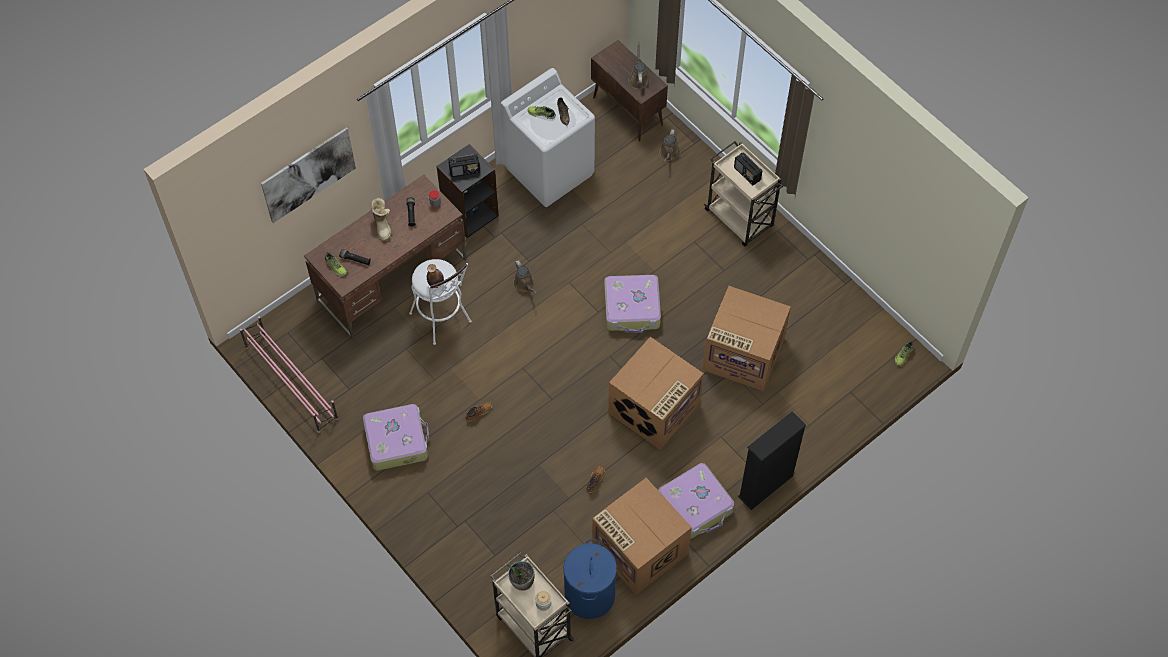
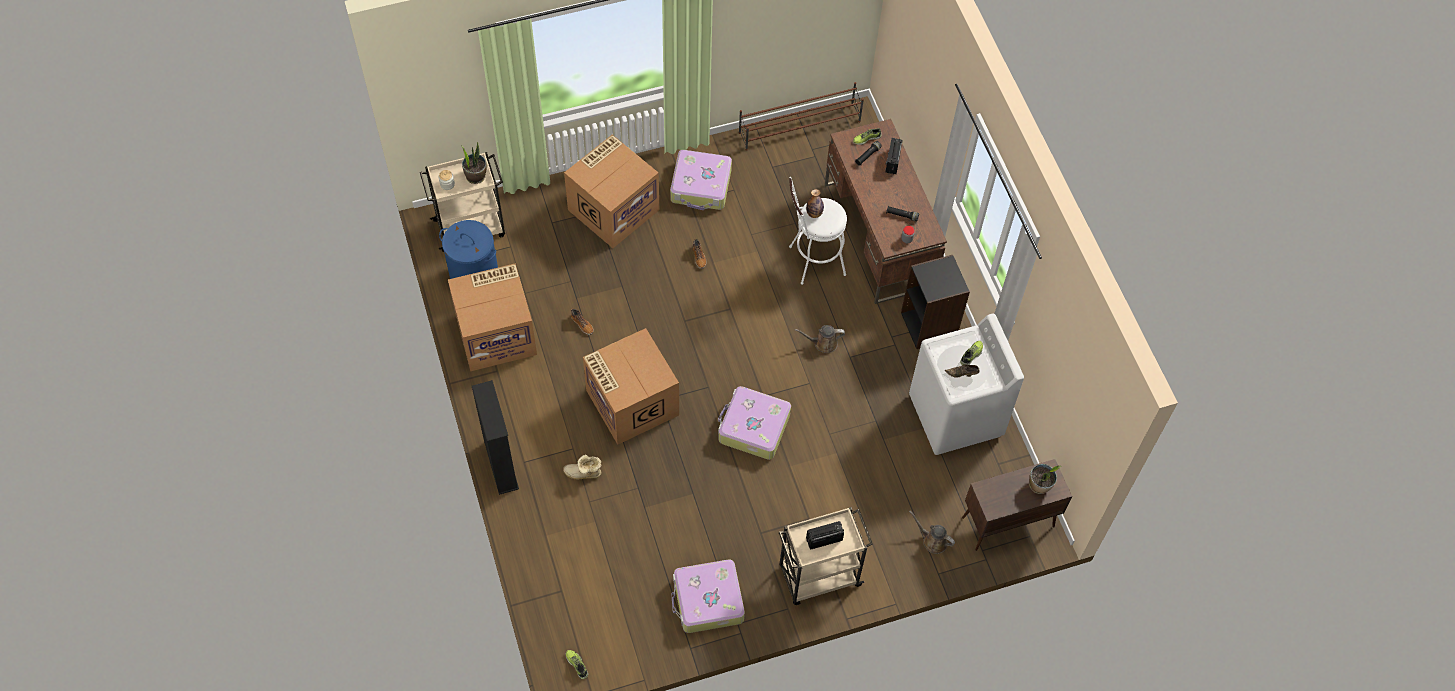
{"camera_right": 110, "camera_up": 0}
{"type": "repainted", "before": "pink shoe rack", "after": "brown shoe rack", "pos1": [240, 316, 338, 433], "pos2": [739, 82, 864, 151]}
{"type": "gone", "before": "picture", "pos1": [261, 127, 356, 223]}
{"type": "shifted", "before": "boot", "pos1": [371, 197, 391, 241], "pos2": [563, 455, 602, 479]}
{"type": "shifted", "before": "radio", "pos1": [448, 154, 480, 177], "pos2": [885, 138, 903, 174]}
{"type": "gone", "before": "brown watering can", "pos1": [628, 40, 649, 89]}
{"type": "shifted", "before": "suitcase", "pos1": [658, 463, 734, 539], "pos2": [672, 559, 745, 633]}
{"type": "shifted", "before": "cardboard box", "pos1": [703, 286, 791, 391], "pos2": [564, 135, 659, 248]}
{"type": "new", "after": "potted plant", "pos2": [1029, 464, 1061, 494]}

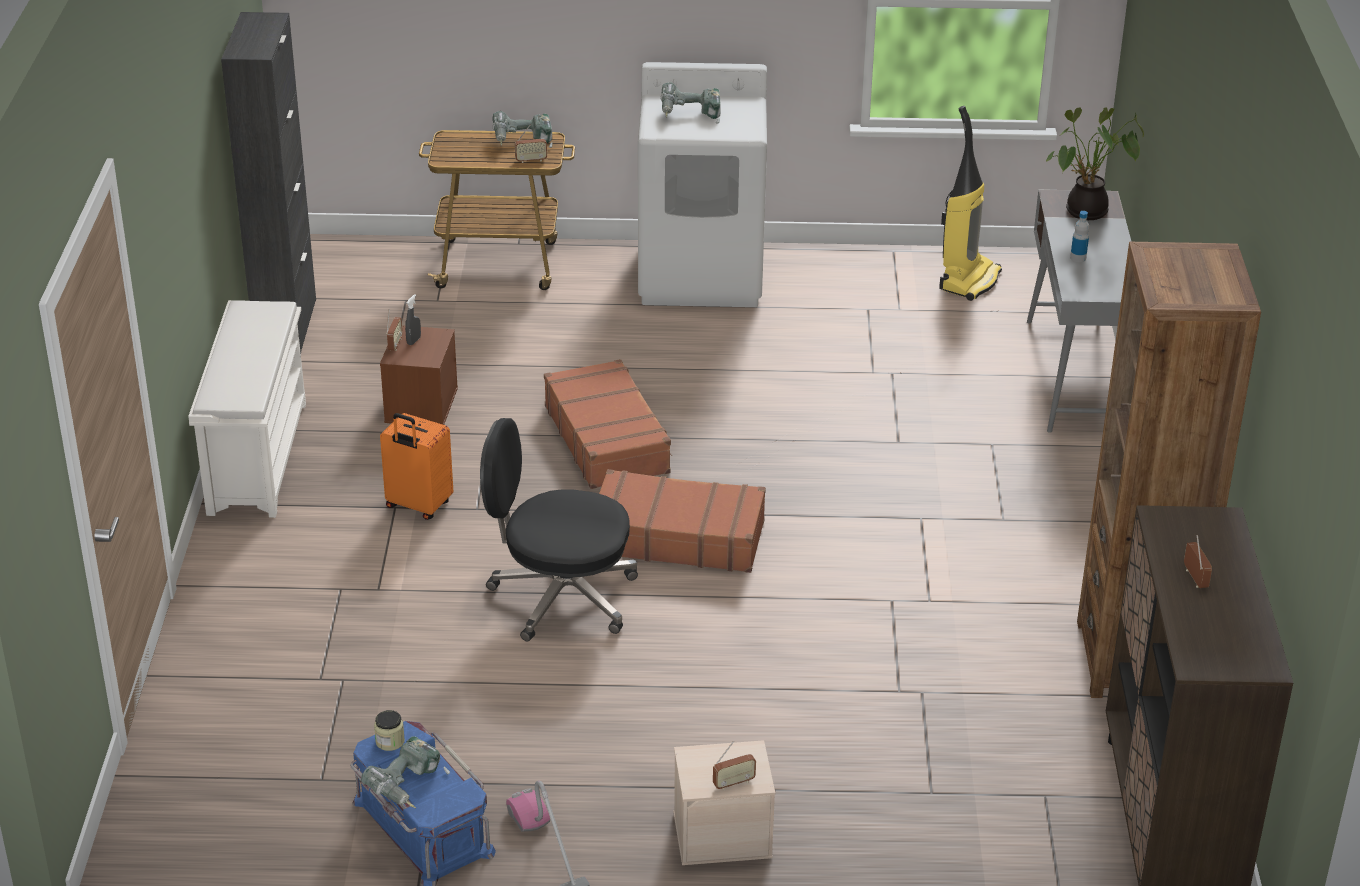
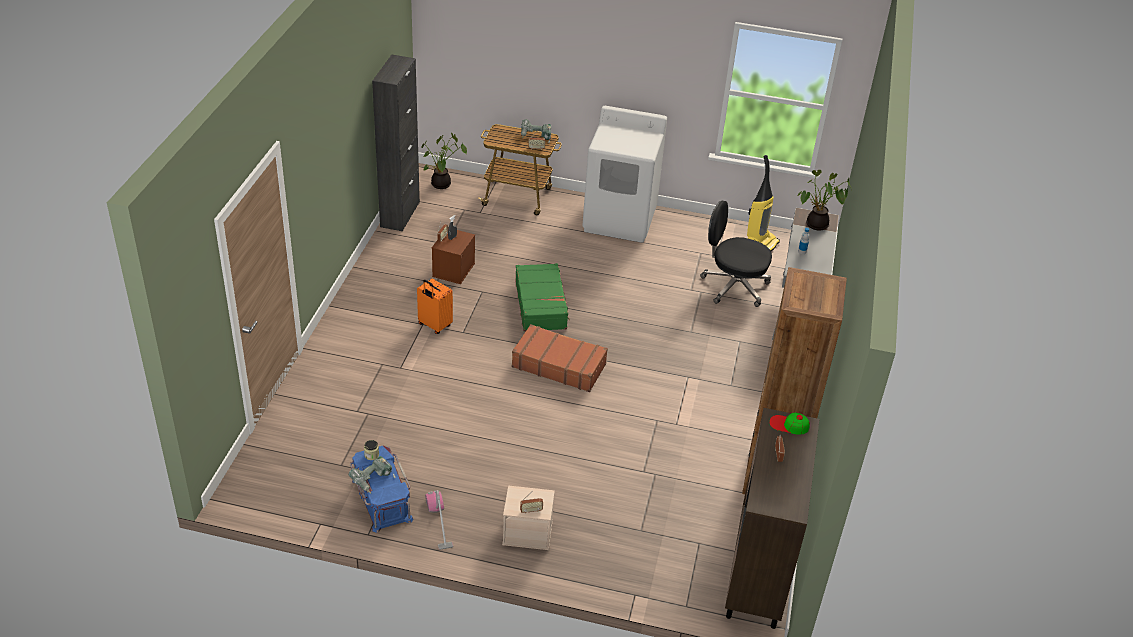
{"camera_right": 10, "camera_up": 5}
{"type": "gone", "before": "white shoe rack", "pos1": [188, 300, 306, 518]}
{"type": "shifted", "before": "black office chair", "pos1": [480, 418, 638, 642], "pos2": [700, 201, 772, 307]}
{"type": "repainted", "before": "brown suitcase", "after": "green suitcase", "pos1": [544, 359, 672, 489], "pos2": [515, 263, 570, 331]}
{"type": "gone", "before": "power drill", "pos1": [661, 82, 721, 124]}
{"type": "new", "after": "potted plant", "pos2": [421, 133, 467, 189]}
{"type": "new", "after": "cap", "pos2": [769, 412, 810, 435]}

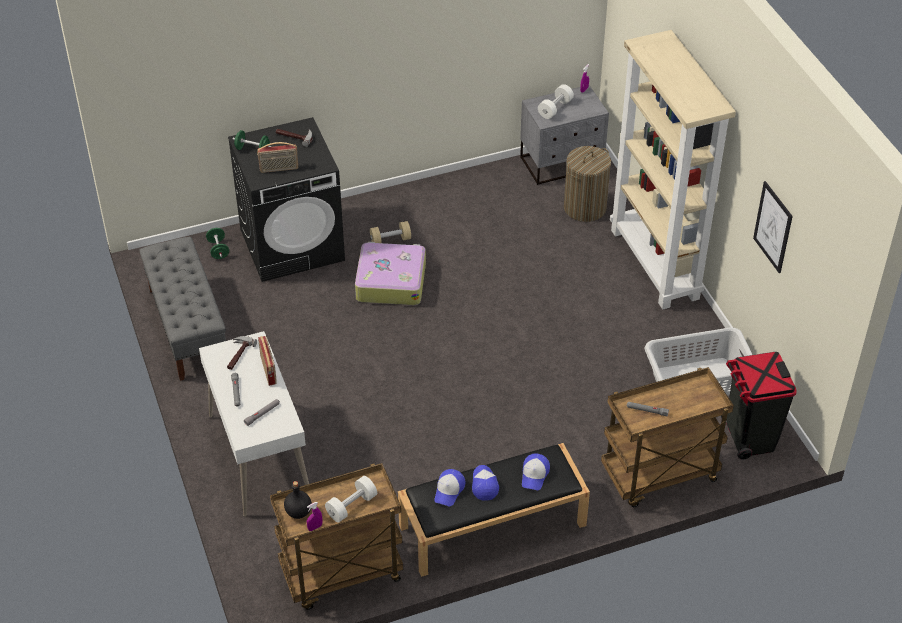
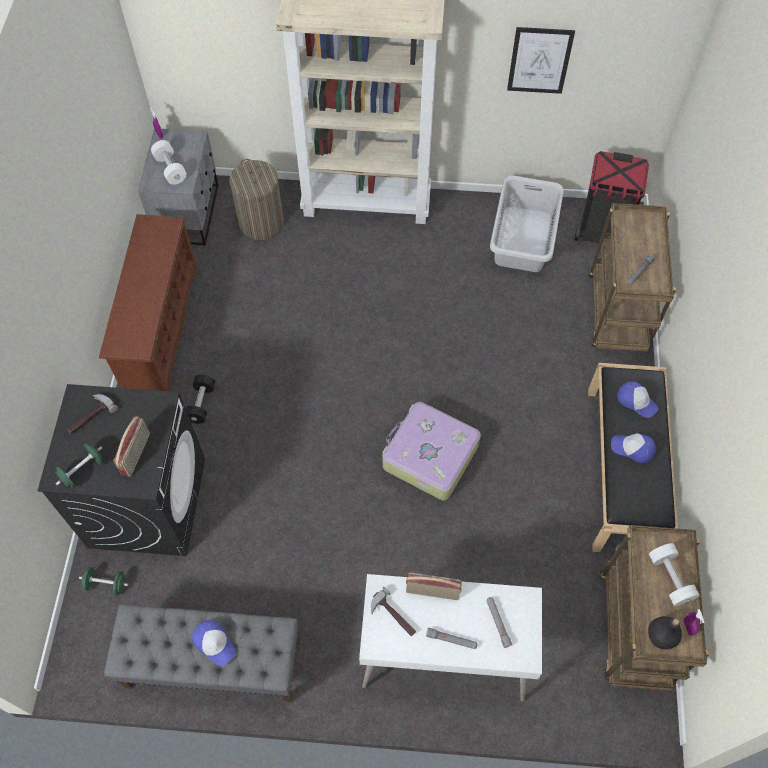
{"camera_right": -65, "camera_up": 15}
{"type": "shifted", "before": "suitcase", "pos1": [355, 242, 426, 305], "pos2": [383, 402, 481, 500]}
{"type": "repainted", "before": "beige dumbbell", "after": "black dumbbell", "pos1": [370, 221, 411, 243], "pos2": [186, 375, 215, 424]}
{"type": "shifted", "before": "cap", "pos1": [435, 469, 465, 506], "pos2": [192, 620, 236, 666]}
{"type": "new", "after": "brown shoe rack", "pos2": [99, 214, 197, 391]}

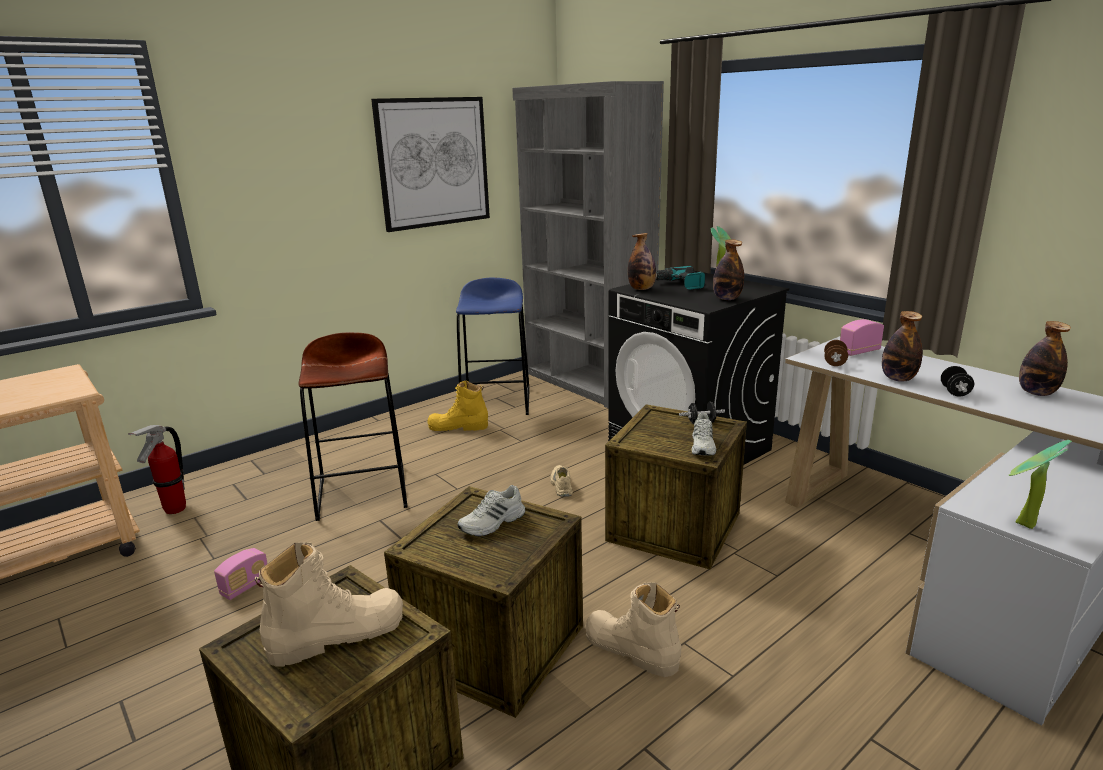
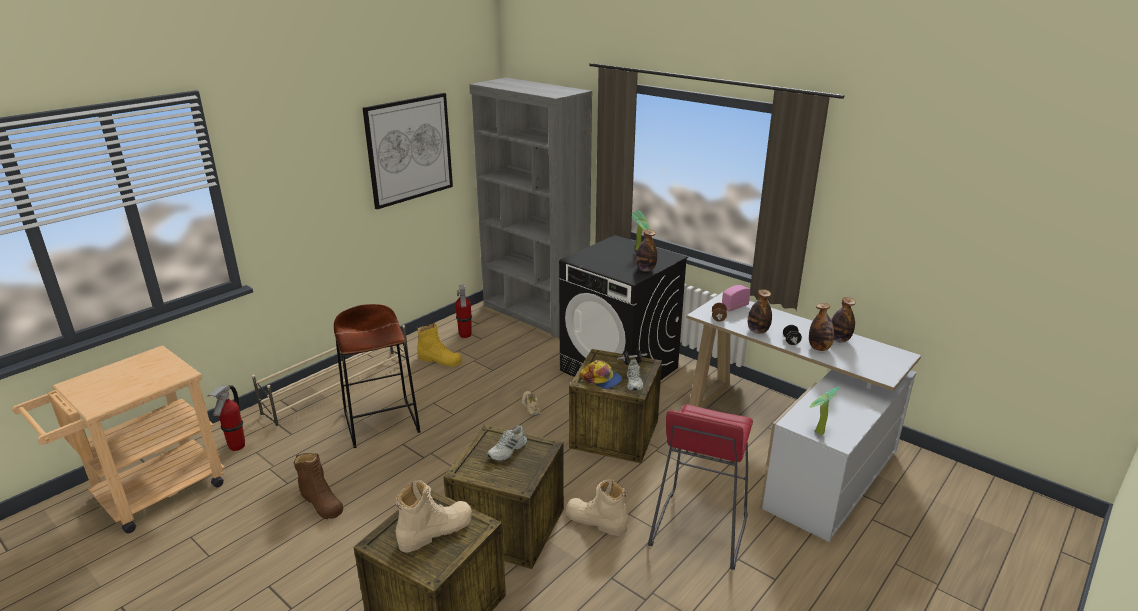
{"camera_right": -10, "camera_up": 5}
{"type": "swapped", "before": "radio", "after": "brown boot", "pos1": [214, 548, 268, 600], "pos2": [294, 453, 343, 519]}
{"type": "rotated", "before": "yellow boot", "pos1": [427, 381, 488, 431], "pos2": [417, 323, 462, 367], "turn": -150}
{"type": "swapped", "before": "blue stool", "after": "fire extinguisher", "pos1": [456, 278, 530, 415], "pos2": [455, 285, 472, 338]}
{"type": "shifted", "before": "bottle", "pos1": [628, 233, 656, 290], "pos2": [809, 303, 834, 351]}
{"type": "gone", "before": "power drill", "pos1": [656, 266, 705, 290]}
{"type": "new", "after": "beige shoe rack", "pos2": [252, 325, 410, 429]}
{"type": "new", "after": "cap", "pos2": [580, 360, 622, 389]}
{"type": "new", "after": "red stool", "pos2": [648, 404, 753, 570]}

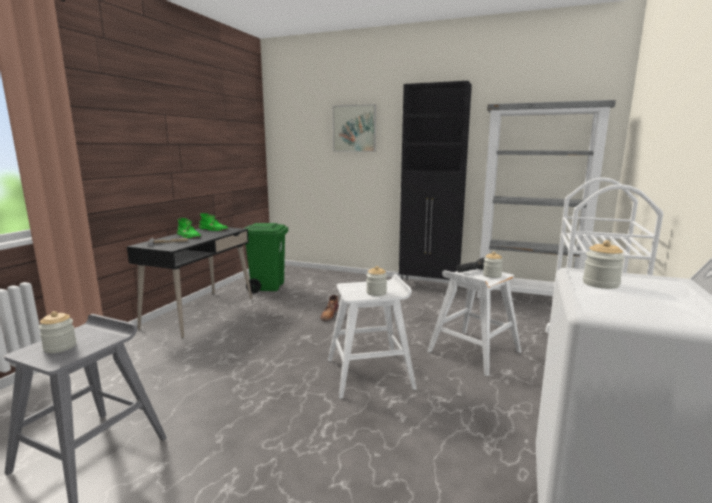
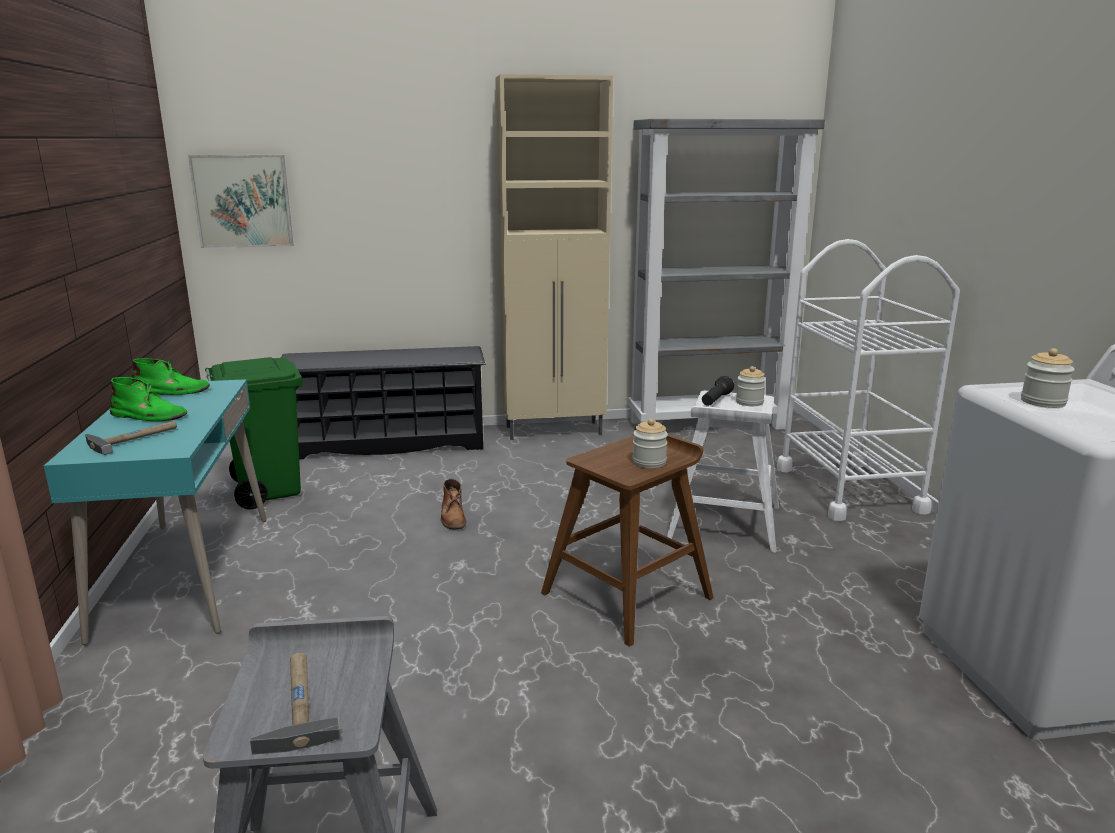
{"camera_right": -30, "camera_up": 5}
{"type": "swapped", "before": "jar", "after": "hammer", "pos1": [38, 311, 76, 353], "pos2": [250, 653, 341, 755]}
{"type": "repainted", "before": "black desk", "after": "turquoise desk", "pos1": [127, 227, 252, 338], "pos2": [44, 379, 267, 645]}
{"type": "repainted", "before": "white stool", "after": "brown stool", "pos1": [328, 274, 417, 399], "pos2": [541, 427, 713, 647]}
{"type": "shifted", "before": "picture", "pos1": [333, 104, 376, 152], "pos2": [188, 155, 294, 248]}
{"type": "repainted", "before": "black cabinet", "after": "beige cabinet", "pos1": [399, 81, 472, 281], "pos2": [495, 74, 613, 440]}
{"type": "new", "after": "black shoe rack", "pos2": [281, 346, 486, 459]}

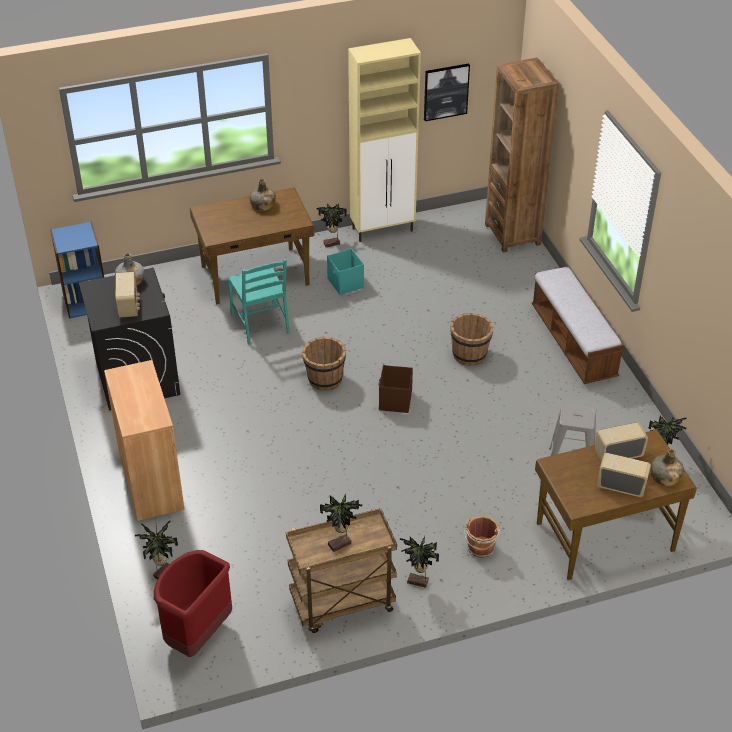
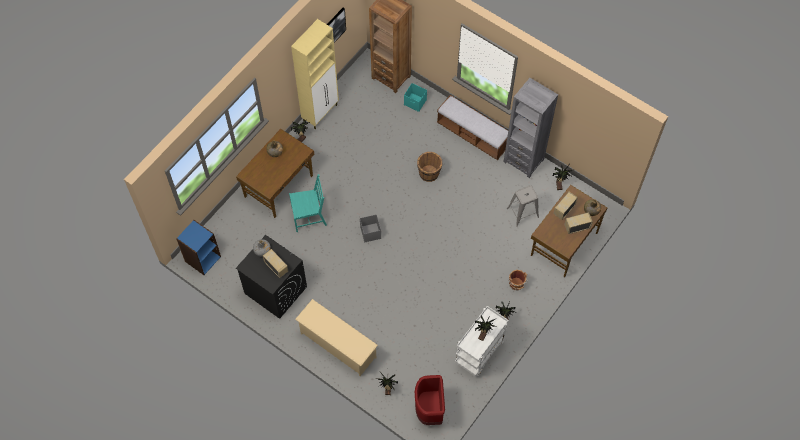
{"camera_right": -35, "camera_up": 20}
{"type": "swapped", "before": "brown cabinet", "after": "beige shoe rack", "pos1": [104, 360, 185, 521], "pos2": [295, 299, 378, 376]}
{"type": "rotated", "before": "turquoise chair", "pos1": [228, 259, 290, 345], "pos2": [289, 174, 327, 232], "turn": -45}
{"type": "repainted", "before": "brown cart", "after": "white cart", "pos1": [286, 508, 397, 633], "pos2": [455, 306, 509, 377]}
{"type": "swapped", "before": "brown bucket", "after": "grey storage box", "pos1": [302, 337, 346, 391], "pos2": [360, 214, 381, 242]}
{"type": "shifted", "before": "turquoise storage box", "pos1": [327, 248, 364, 295], "pos2": [404, 83, 427, 112]}
{"type": "gone", "before": "brown storage box", "pos1": [379, 365, 413, 413]}
{"type": "new", "after": "grey bookcase", "pos2": [504, 78, 558, 178]}

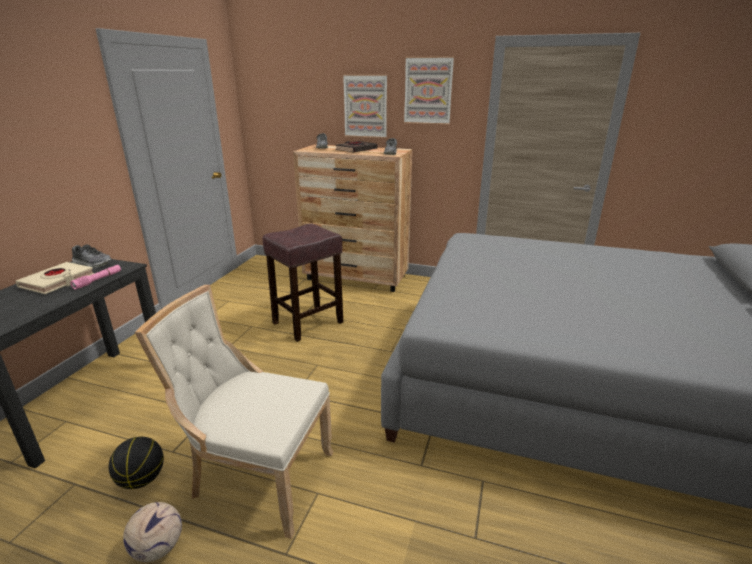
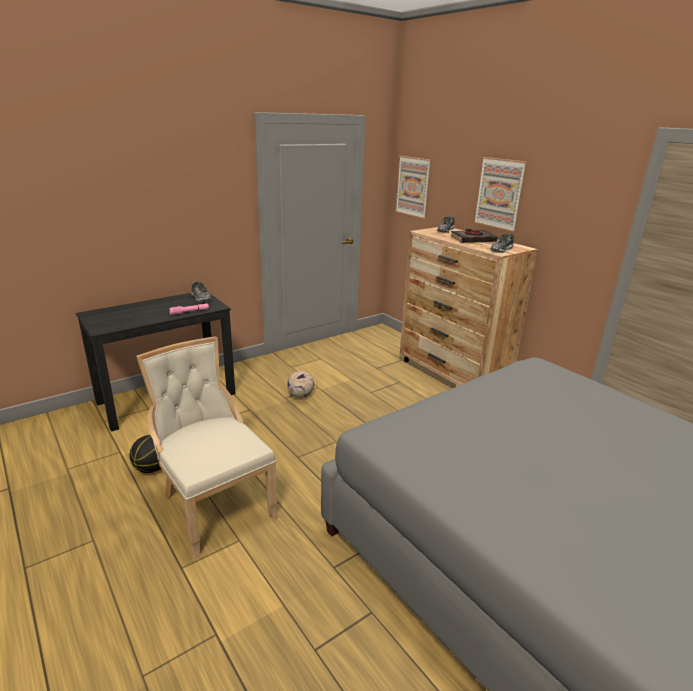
{"camera_right": 35, "camera_up": 0}
{"type": "gone", "before": "beige book", "pos1": [15, 262, 95, 294]}
{"type": "shifted", "before": "football", "pos1": [123, 502, 182, 562], "pos2": [287, 371, 314, 398]}
{"type": "gone", "before": "brown stool", "pos1": [262, 224, 343, 342]}
{"type": "shifted", "before": "picture", "pos1": [404, 56, 454, 125], "pos2": [395, 156, 431, 219]}

